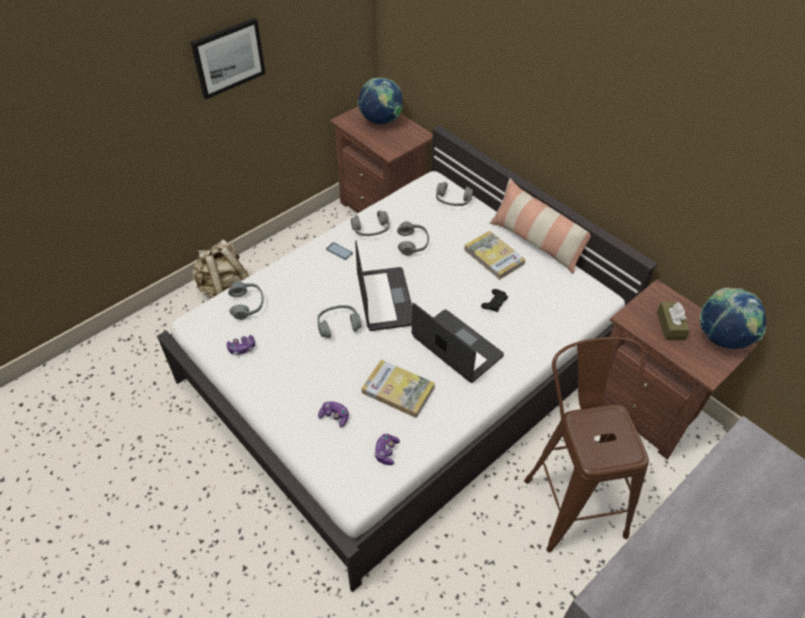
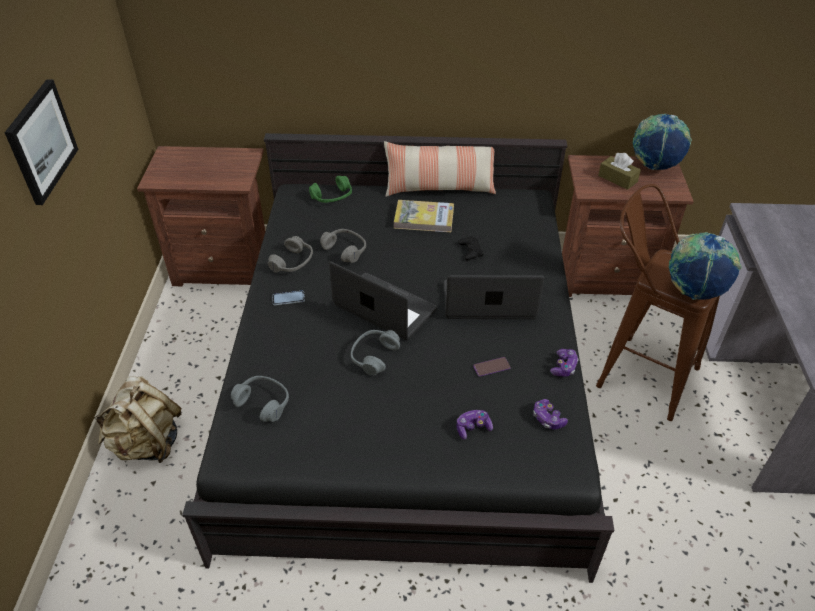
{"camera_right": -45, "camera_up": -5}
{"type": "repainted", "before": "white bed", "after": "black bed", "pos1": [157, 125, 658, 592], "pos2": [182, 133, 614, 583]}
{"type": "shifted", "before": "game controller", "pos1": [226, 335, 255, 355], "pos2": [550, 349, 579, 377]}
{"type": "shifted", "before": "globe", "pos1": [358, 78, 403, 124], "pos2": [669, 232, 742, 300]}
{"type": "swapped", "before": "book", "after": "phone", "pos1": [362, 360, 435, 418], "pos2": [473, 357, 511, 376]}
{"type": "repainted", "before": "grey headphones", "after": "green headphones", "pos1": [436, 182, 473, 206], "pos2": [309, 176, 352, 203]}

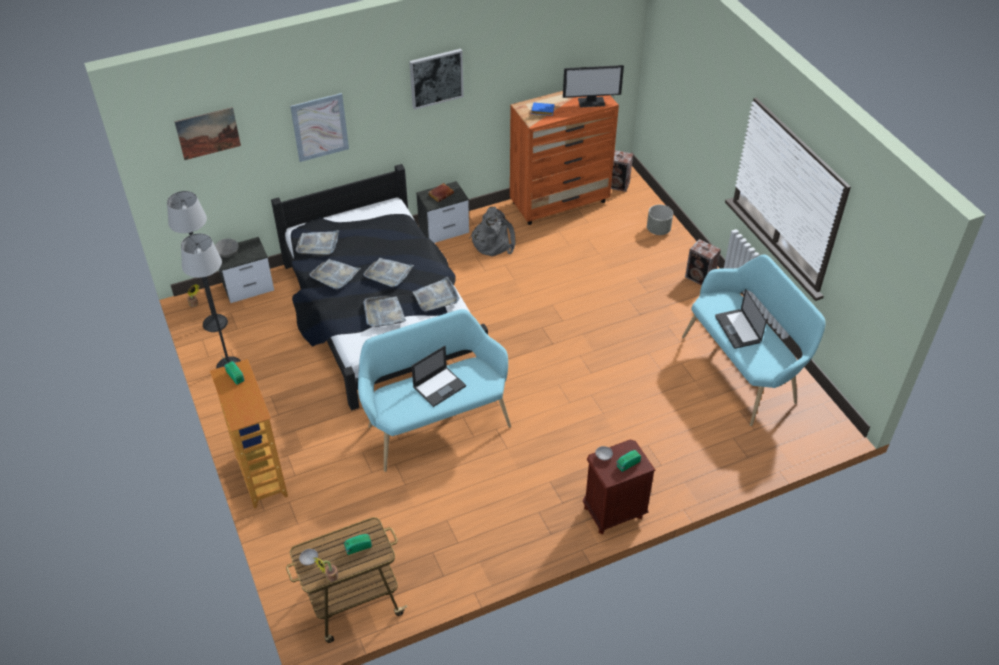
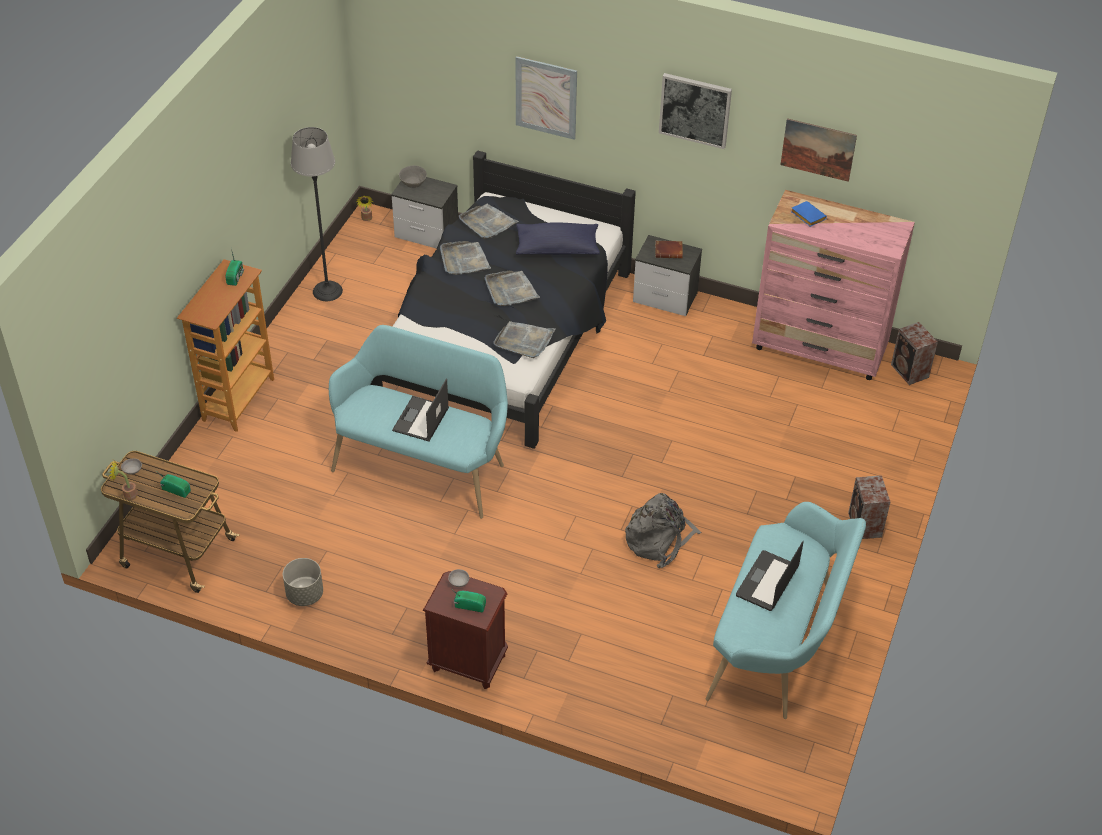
{"camera_right": 45, "camera_up": 0}
{"type": "gone", "before": "floor lamp", "pos1": [167, 191, 228, 332]}
{"type": "shifted", "before": "picture", "pos1": [174, 107, 241, 160], "pos2": [780, 118, 857, 182]}
{"type": "gone", "before": "grey tray", "pos1": [363, 296, 406, 327]}
{"type": "rotated", "before": "laptop", "pos1": [412, 346, 466, 407], "pos2": [392, 379, 449, 441], "turn": 105}
{"type": "shifted", "before": "grey backpack", "pos1": [469, 206, 516, 256], "pos2": [625, 493, 702, 568]}
{"type": "repainted", "before": "orange dresser", "after": "pink dresser", "pos1": [510, 91, 619, 225], "pos2": [752, 190, 915, 380]}
{"type": "gone", "before": "monitor", "pos1": [563, 65, 624, 107]}
{"type": "shifted", "before": "grey planter", "pos1": [647, 205, 673, 235], "pos2": [283, 558, 323, 606]}
{"type": "new", "after": "blue pillow", "pos2": [516, 222, 600, 255]}

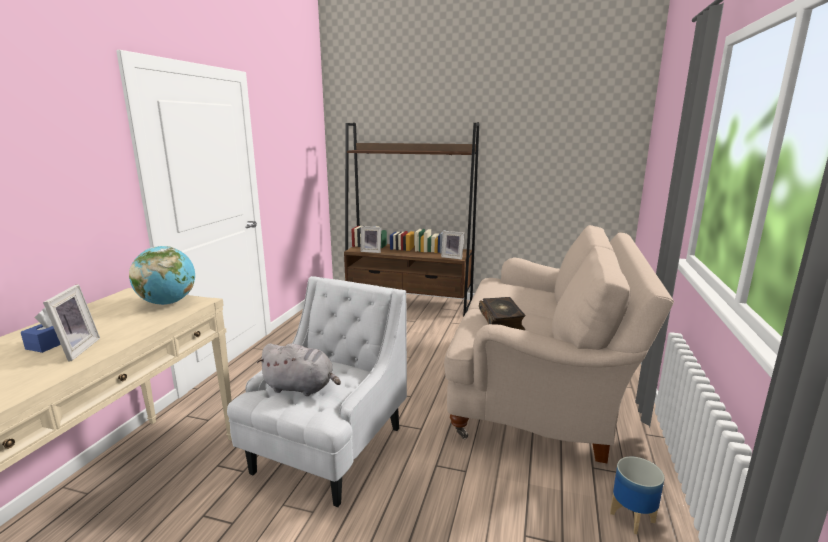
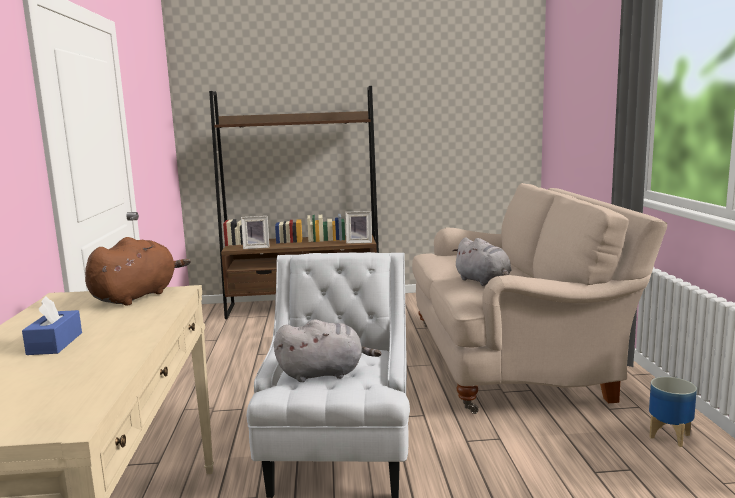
{"camera_right": -20, "camera_up": -5}
{"type": "gone", "before": "picture frame", "pos1": [43, 284, 100, 362]}
{"type": "swapped", "before": "globe", "after": "brown plush toy", "pos1": [129, 246, 195, 305], "pos2": [85, 237, 191, 306]}
{"type": "swapped", "before": "book", "after": "grey plush toy", "pos1": [479, 297, 525, 330], "pos2": [452, 237, 512, 286]}

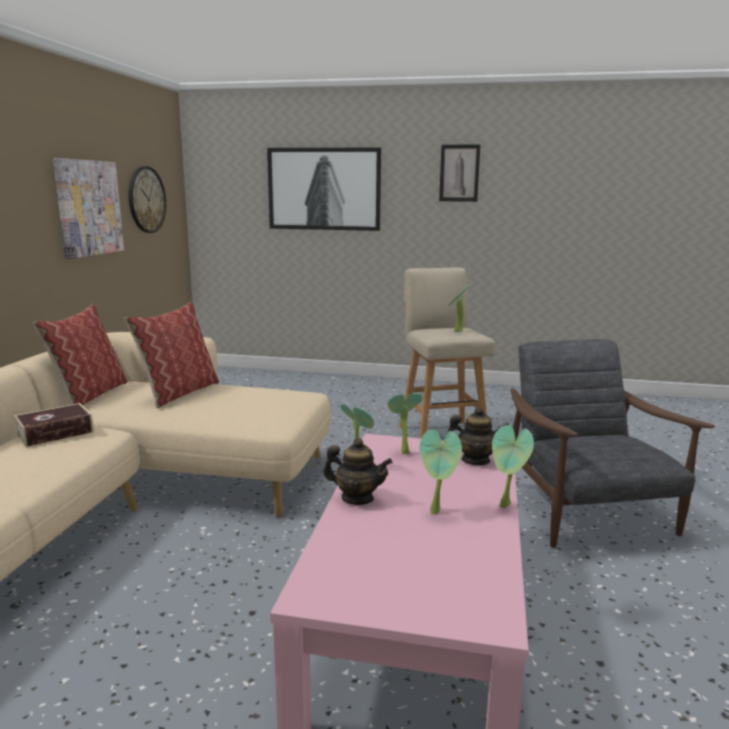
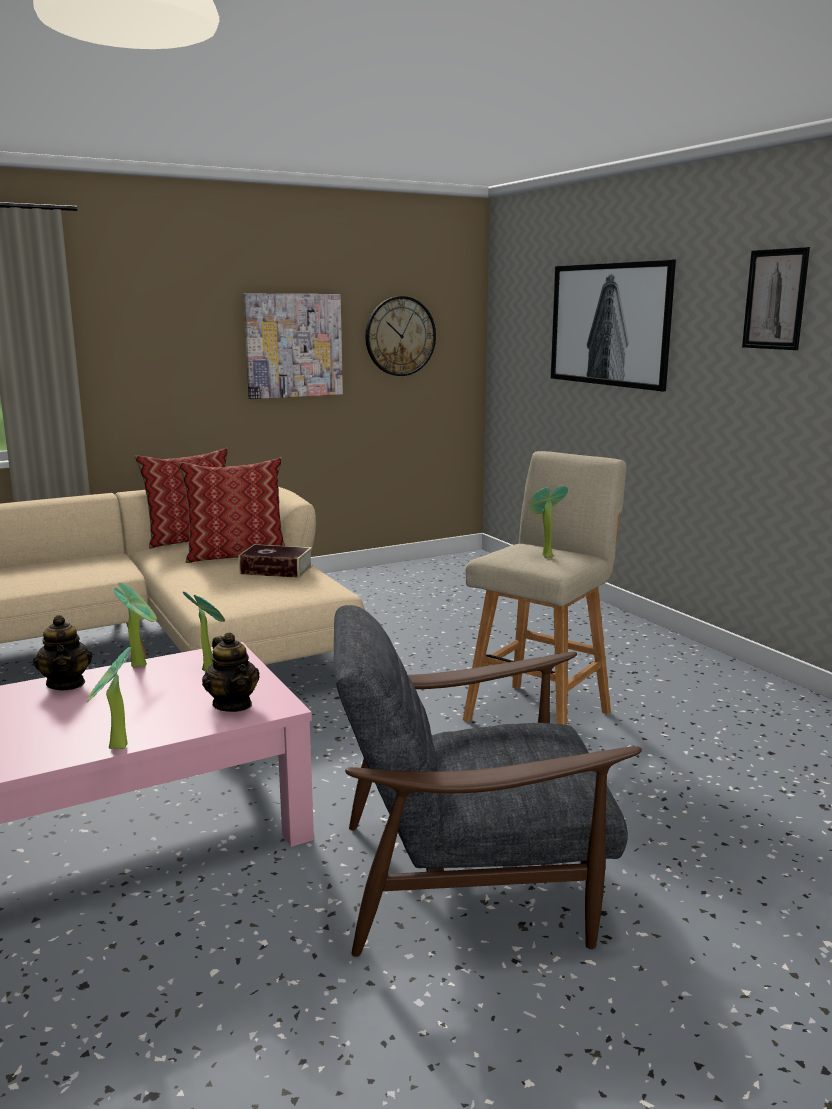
{"camera_right": 50, "camera_up": 0}
{"type": "shifted", "before": "book", "pos1": [14, 403, 94, 447], "pos2": [239, 544, 313, 578]}
{"type": "gone", "before": "potted plant", "pos1": [420, 429, 462, 515]}
{"type": "rotated", "before": "grey armchair", "pos1": [510, 339, 715, 548], "pos2": [334, 605, 642, 957], "turn": -135}

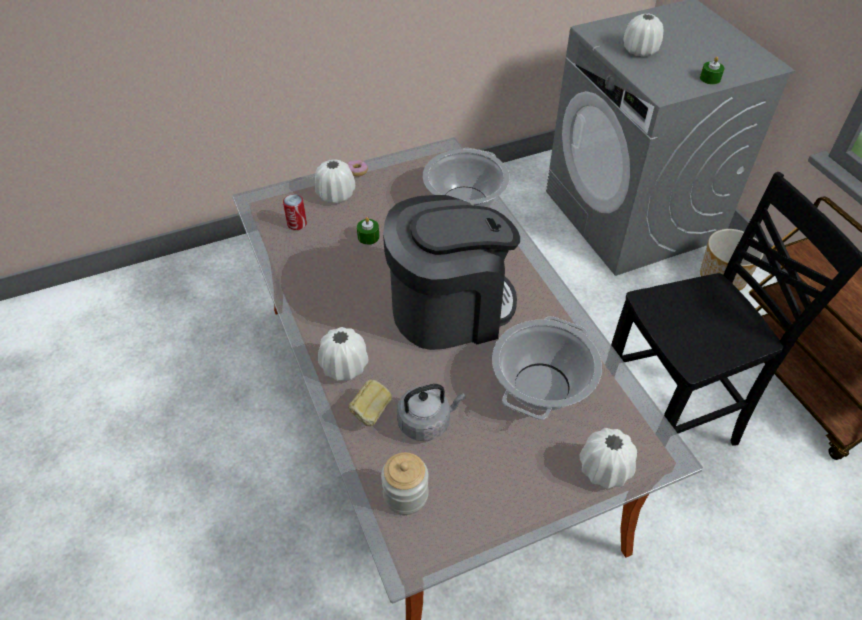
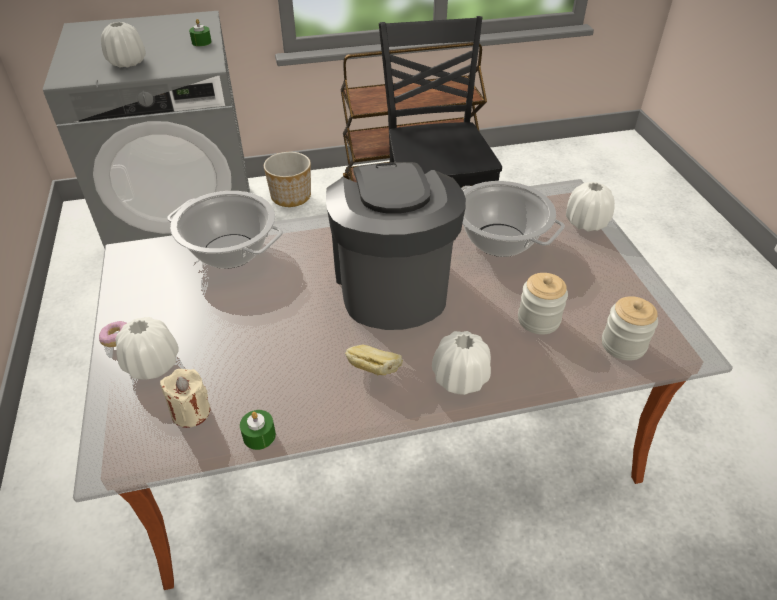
{"camera_right": -80, "camera_up": -5}
{"type": "swapped", "before": "can", "after": "beige candle", "pos1": [283, 194, 307, 230], "pos2": [160, 369, 211, 428]}
{"type": "shifted", "before": "bread", "pos1": [348, 380, 392, 426], "pos2": [345, 345, 403, 375]}
{"type": "shifted", "before": "green candle", "pos1": [357, 217, 380, 245], "pos2": [240, 410, 276, 450]}
{"type": "swapped", "before": "grey kettle", "after": "jar", "pos1": [397, 384, 465, 441], "pos2": [518, 273, 568, 335]}

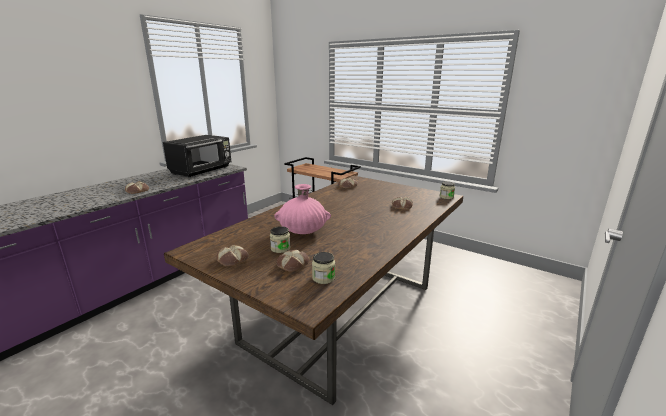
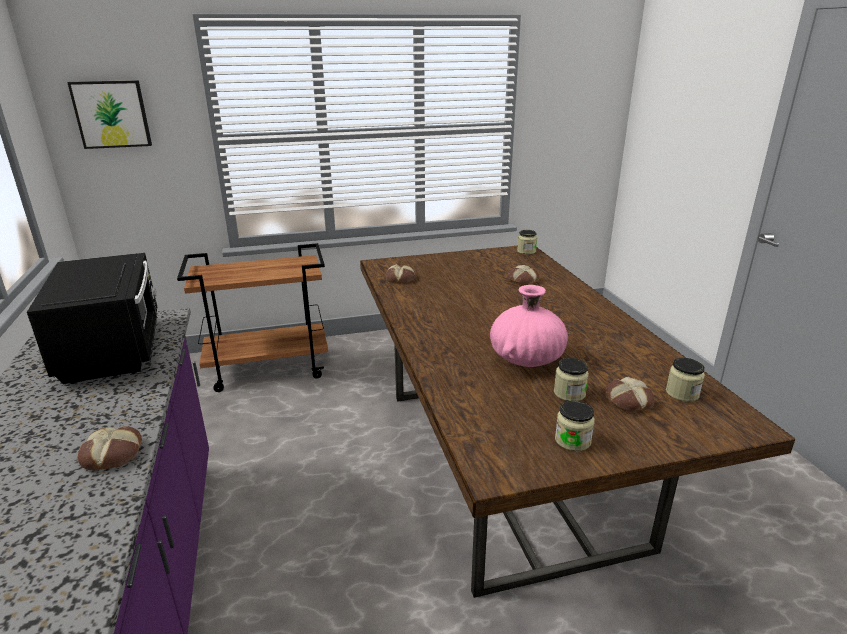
{"camera_right": -50, "camera_up": 5}
{"type": "swapped", "before": "bread", "after": "jar", "pos1": [216, 245, 249, 266], "pos2": [555, 401, 595, 451]}
{"type": "new", "after": "picture", "pos2": [67, 80, 152, 149]}

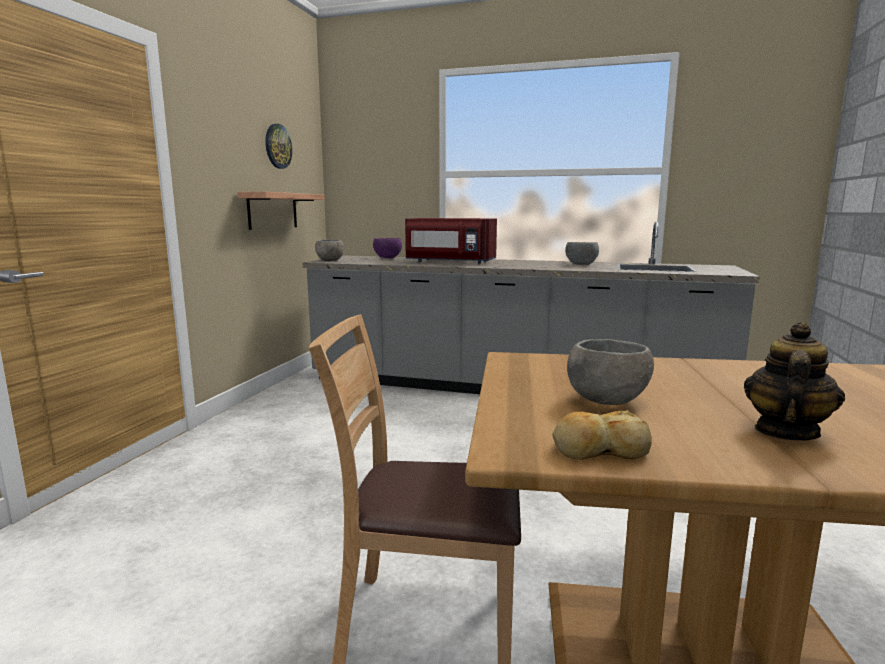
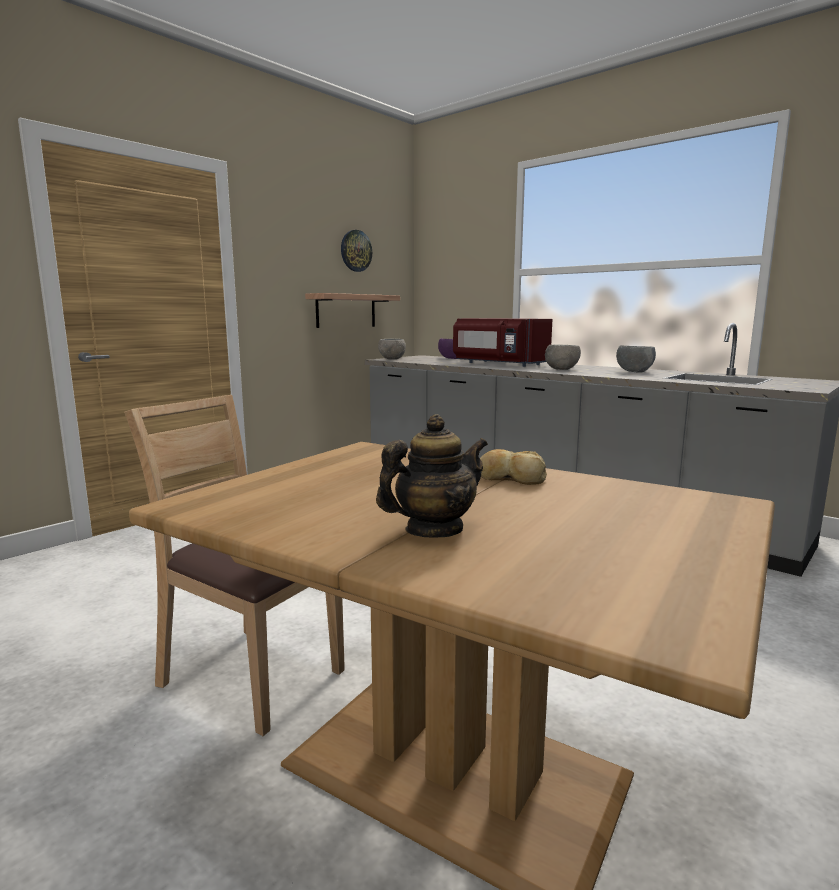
{"camera_right": 25, "camera_up": 0}
{"type": "shifted", "before": "bread", "pos1": [552, 410, 652, 460], "pos2": [480, 449, 547, 485]}
{"type": "shifted", "before": "grey bowl", "pos1": [567, 339, 654, 405], "pos2": [545, 345, 581, 370]}

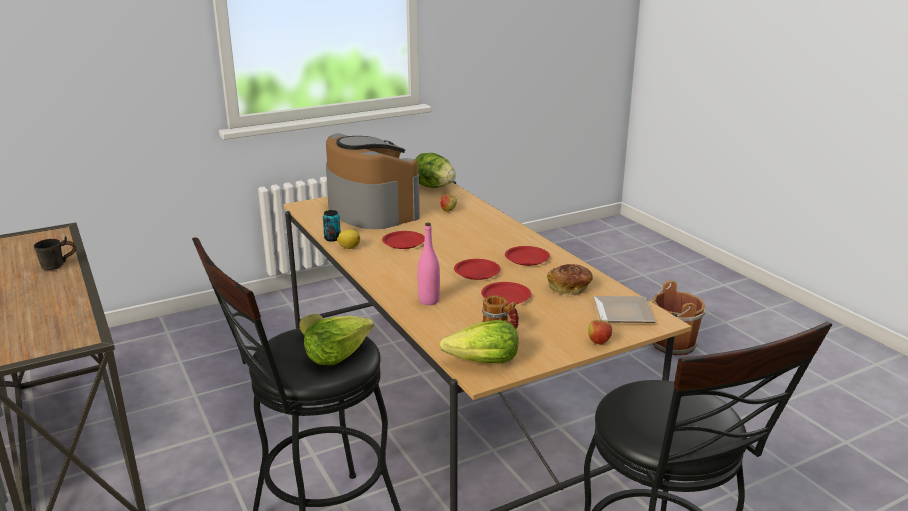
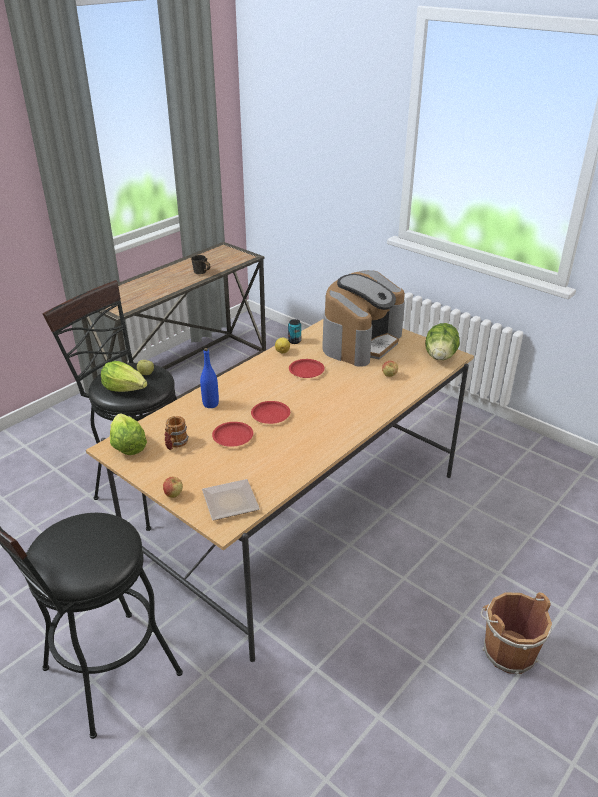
{"camera_right": 70, "camera_up": 10}
{"type": "repainted", "before": "pink bottle", "after": "blue bottle", "pos1": [417, 223, 440, 305], "pos2": [200, 348, 219, 408]}
{"type": "gone", "before": "red plate", "pos1": [505, 246, 550, 266]}
{"type": "gone", "before": "bread", "pos1": [547, 264, 593, 295]}

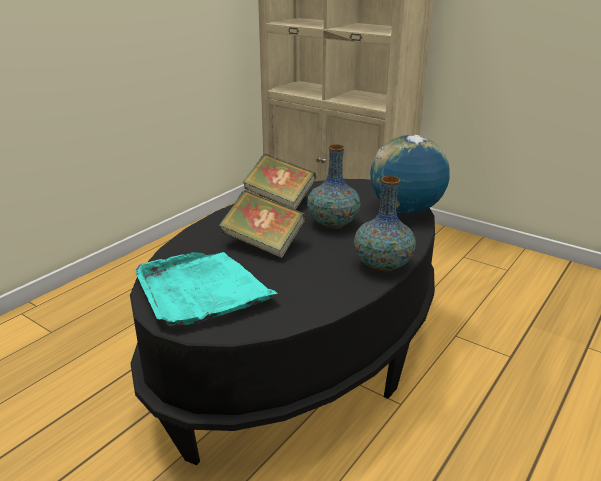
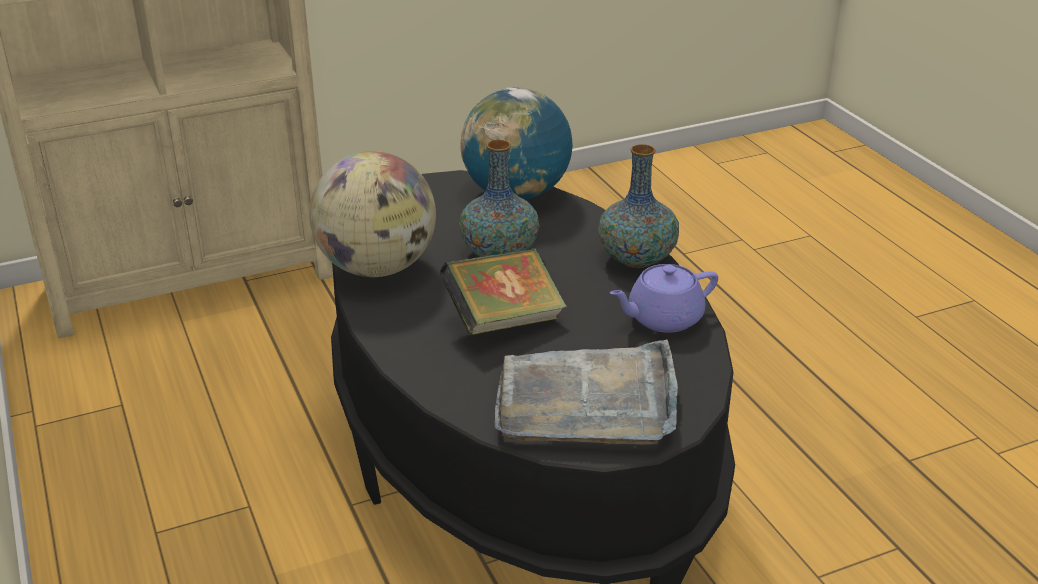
{"camera_right": -60, "camera_up": 5}
{"type": "repainted", "before": "turquoise tray", "after": "grey tray", "pos1": [135, 252, 278, 326], "pos2": [495, 339, 678, 444]}
{"type": "swapped", "before": "book", "after": "globe", "pos1": [243, 154, 316, 210], "pos2": [309, 151, 436, 277]}
{"type": "new", "after": "purple teapot", "pos2": [610, 264, 718, 333]}

